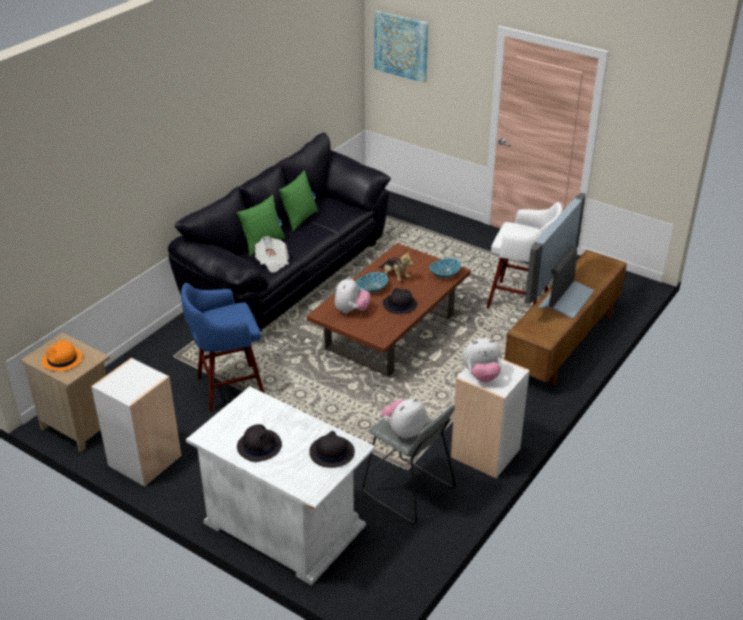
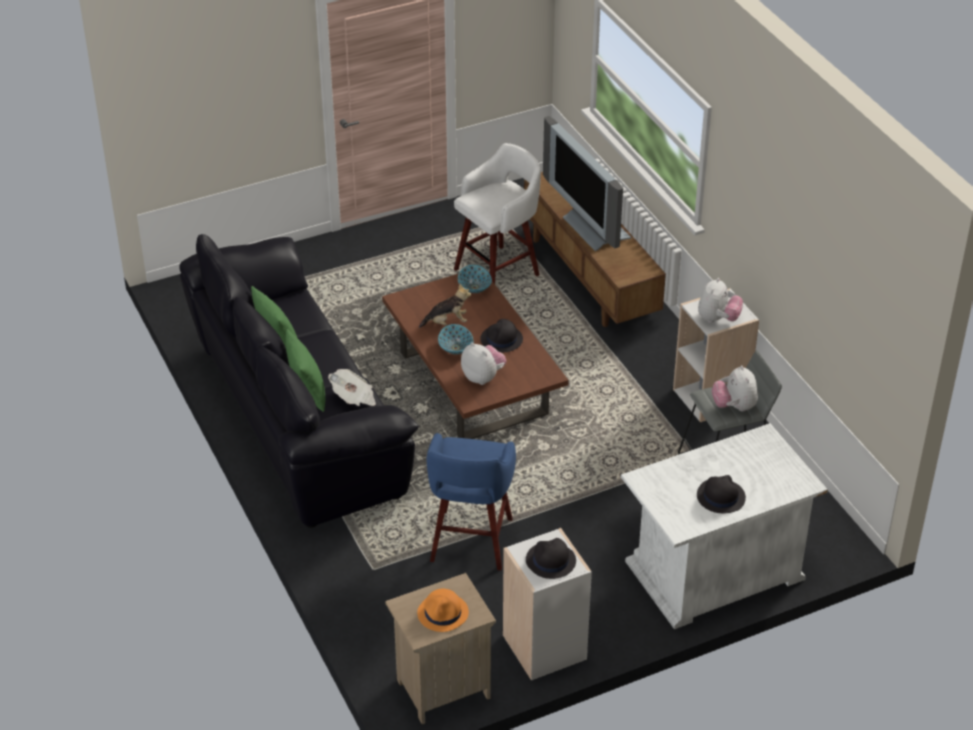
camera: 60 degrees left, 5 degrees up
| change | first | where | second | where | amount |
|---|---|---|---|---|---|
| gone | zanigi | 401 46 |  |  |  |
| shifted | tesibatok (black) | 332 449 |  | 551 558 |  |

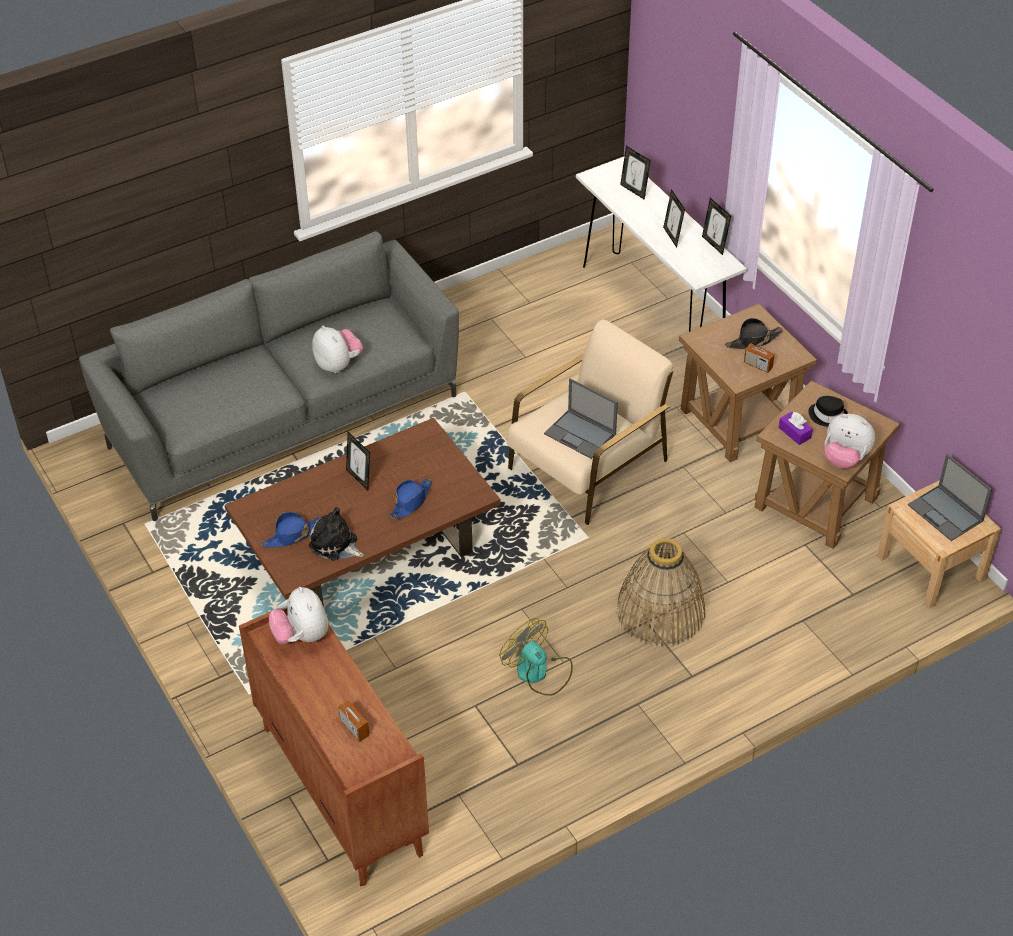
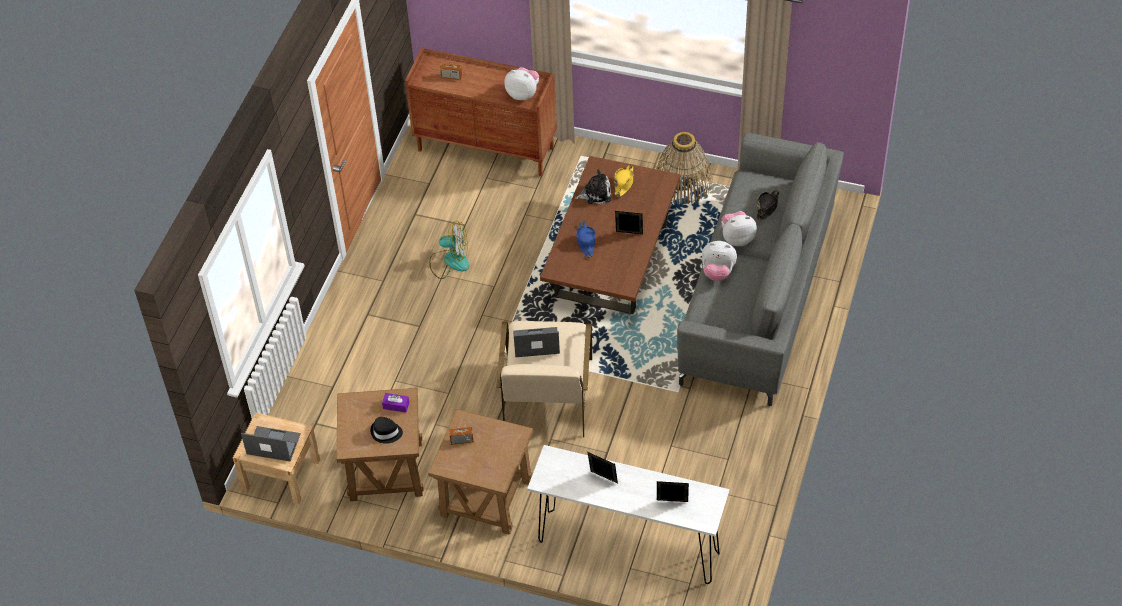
camera: 140 degrees right, 5 degrees up
| change | first | where | second | where | amount |
|---|---|---|---|---|---|
| gone | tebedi | 716 226 |  |  |  |
| shifted | tesibatok (black) | 754 333 |  | 767 205 |  |
| shifted | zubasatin | 850 441 |  | 739 228 |  |
| repainted | tesibatok (blue) | 291 529 | tesibatok (yellow) | 624 181 |  |
| shifted | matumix | 661 592 |  | 685 168 |  |

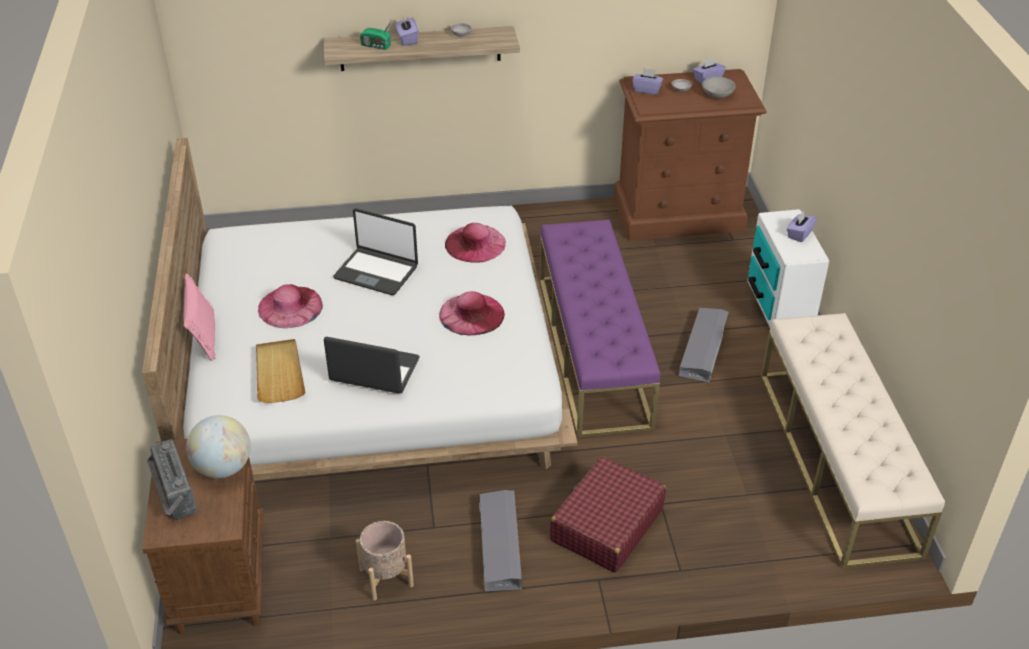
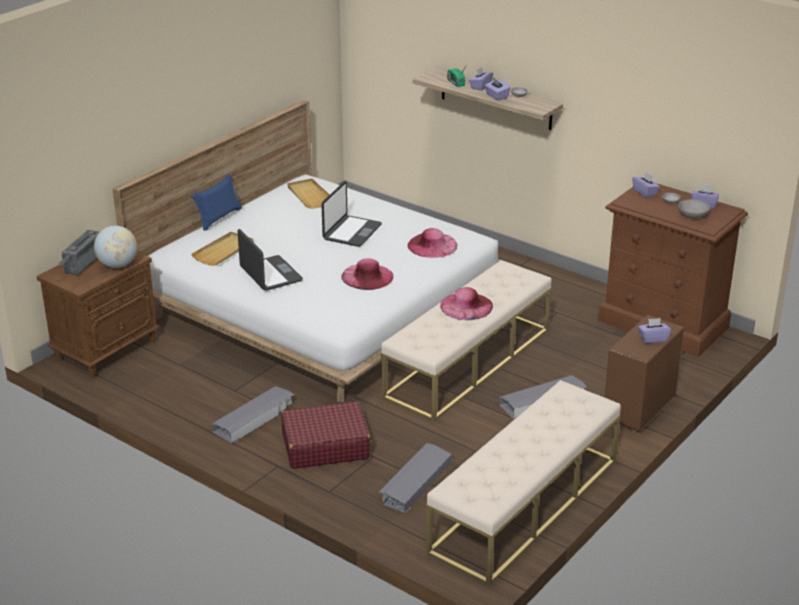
camera: 45 degrees right, 10 degrees down
| change | first | where | second | where | amount |
|---|---|---|---|---|---|
| rotated | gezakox | 375 251 |  | 351 214 | 135 degrees counterclockwise |
| repainted | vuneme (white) | 788 268 | vuneme (brown) | 644 373 |  |
| repainted | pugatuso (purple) | 600 329 | pugatuso (beige) | 466 341 |  |
| repainted | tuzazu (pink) | 199 317 | tuzazu (blue) | 216 202 |  |
| shifted | tesibatok (pink) | 290 306 |  | 466 303 |  |
| gone | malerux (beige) | 385 560 |  |  |  |
| new |  |  | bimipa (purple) | 497 89 |  |
| new |  |  | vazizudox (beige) | 309 194 |  |
| new |  |  | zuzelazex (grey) | 415 478 |  |

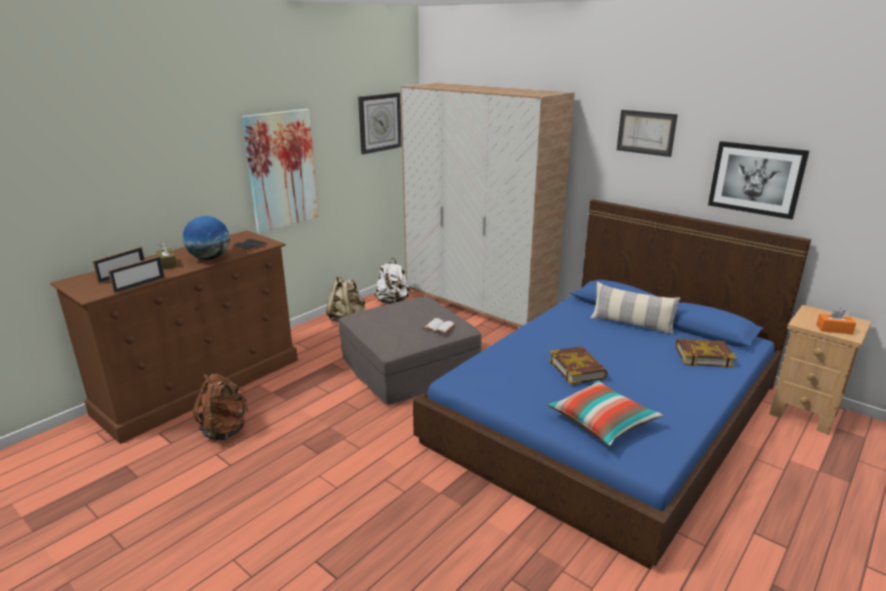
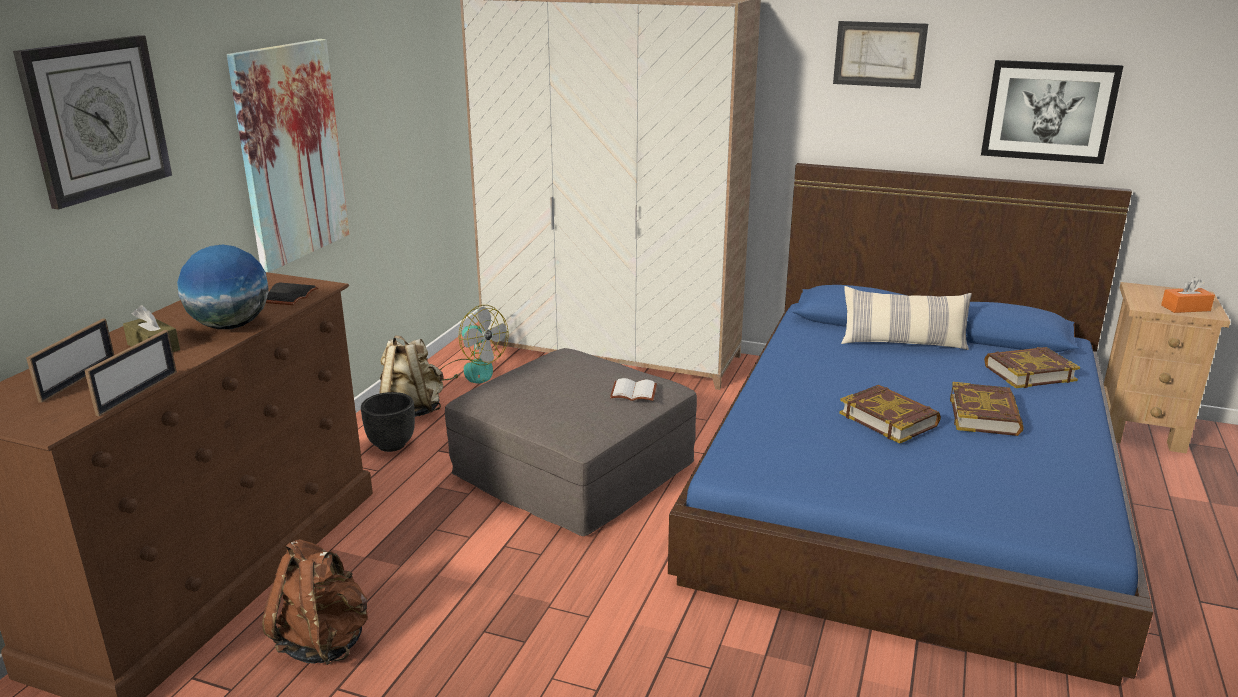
camera: 20 degrees left, 0 degrees up
| change | first | where | second | where | amount |
|---|---|---|---|---|---|
| shifted | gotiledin | 380 123 |  | 92 122 |  |
| swapped | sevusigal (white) | 392 281 | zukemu | 474 344 |  |
| gone | tuzazu | 605 413 |  |  |  |
| new |  |  | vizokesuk | 987 409 |  |
| new |  |  | malerux (black) | 388 422 |  |

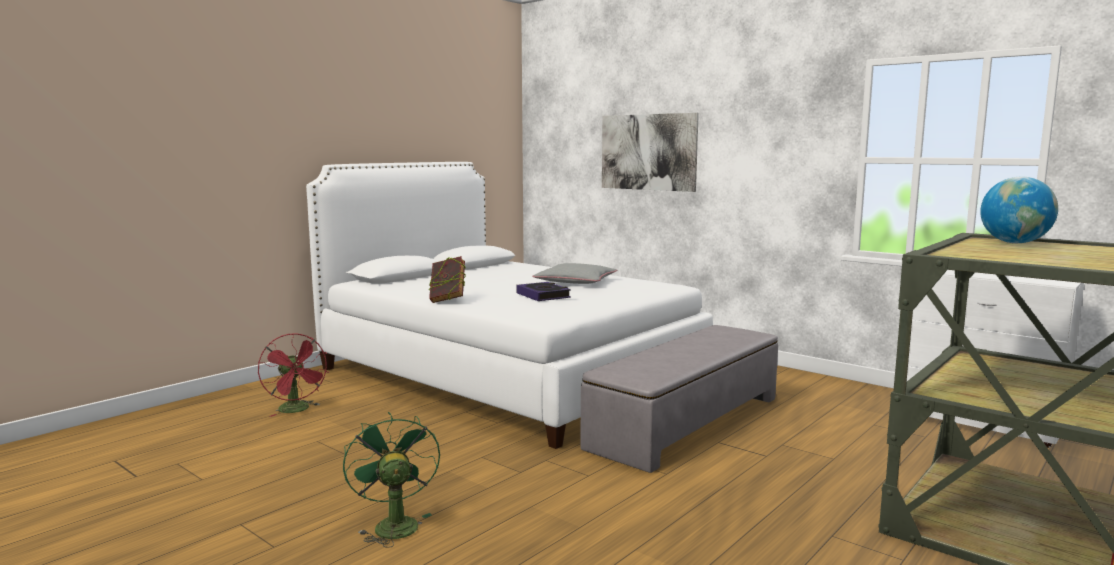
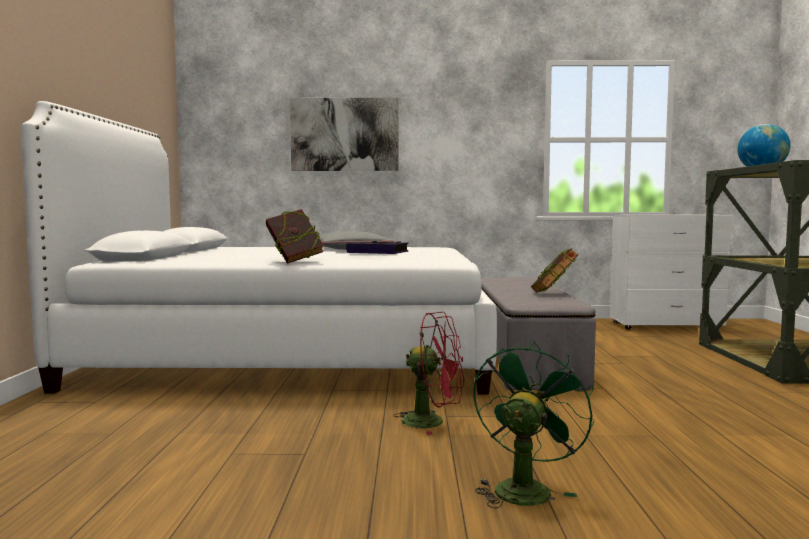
camera: 40 degrees left, 5 degrees down
| change | first | where | second | where | amount |
|---|---|---|---|---|---|
| shifted | zukemu (red) | 293 375 |  | 428 373 |  |
| rotated | zukemu (green) | 391 480 |  | 534 424 | 90 degrees clockwise |
| new |  |  | vizokesuk | 555 270 |  |

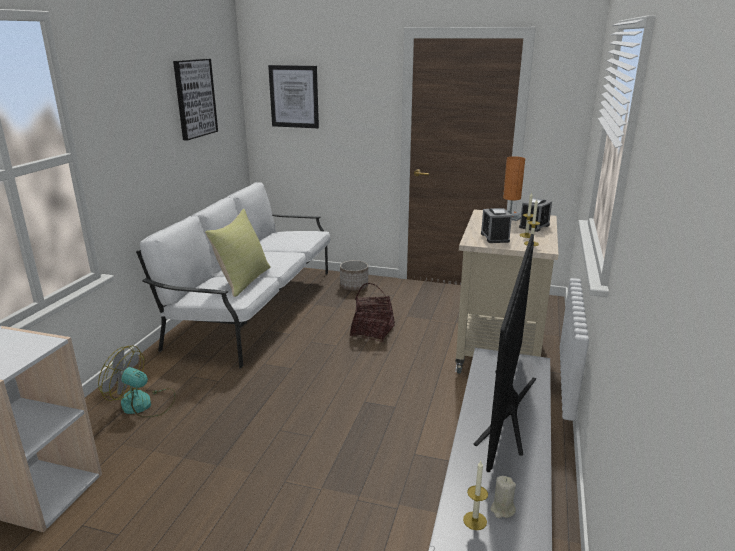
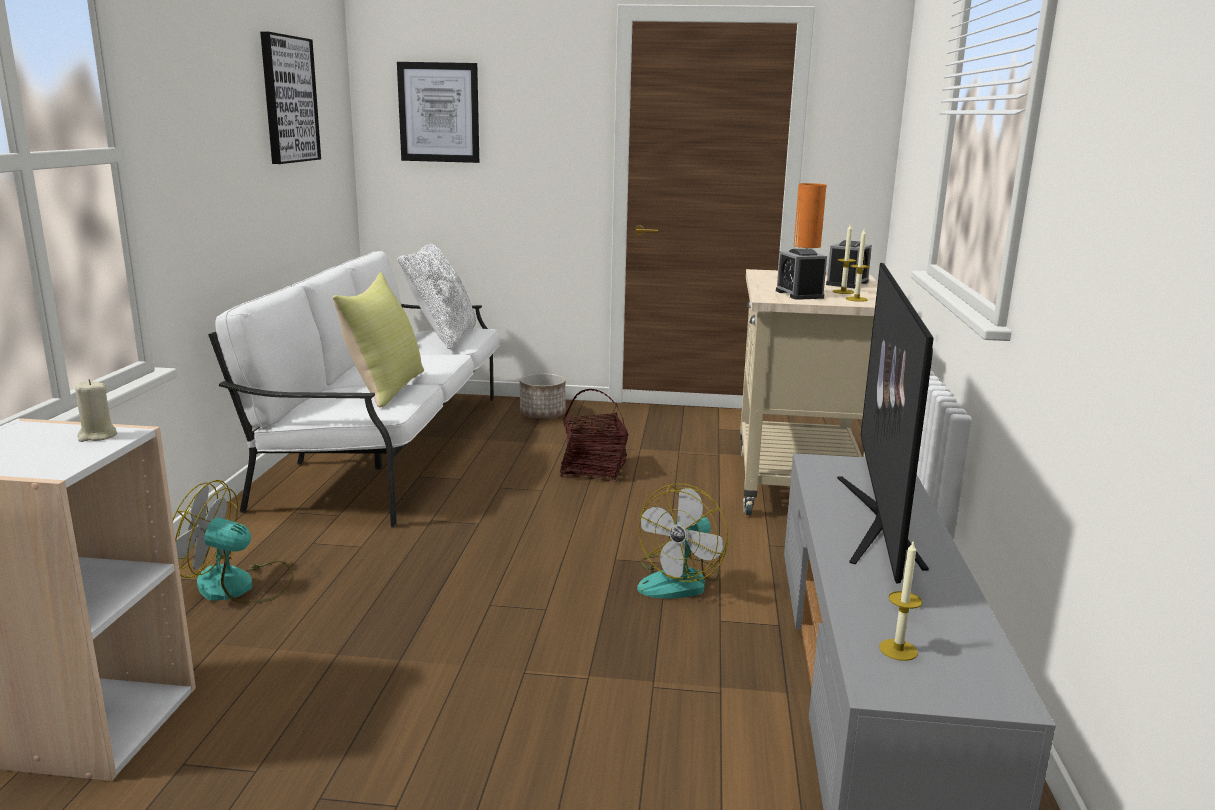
camera: 10 degrees left, 5 degrees down
| change | first | where | second | where | amount |
|---|---|---|---|---|---|
| shifted | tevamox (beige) | 503 497 |  | 96 410 |  |
| new |  |  | tuzazu (white) | 436 296 |  |
| new |  |  | zukemu | 682 541 |  |

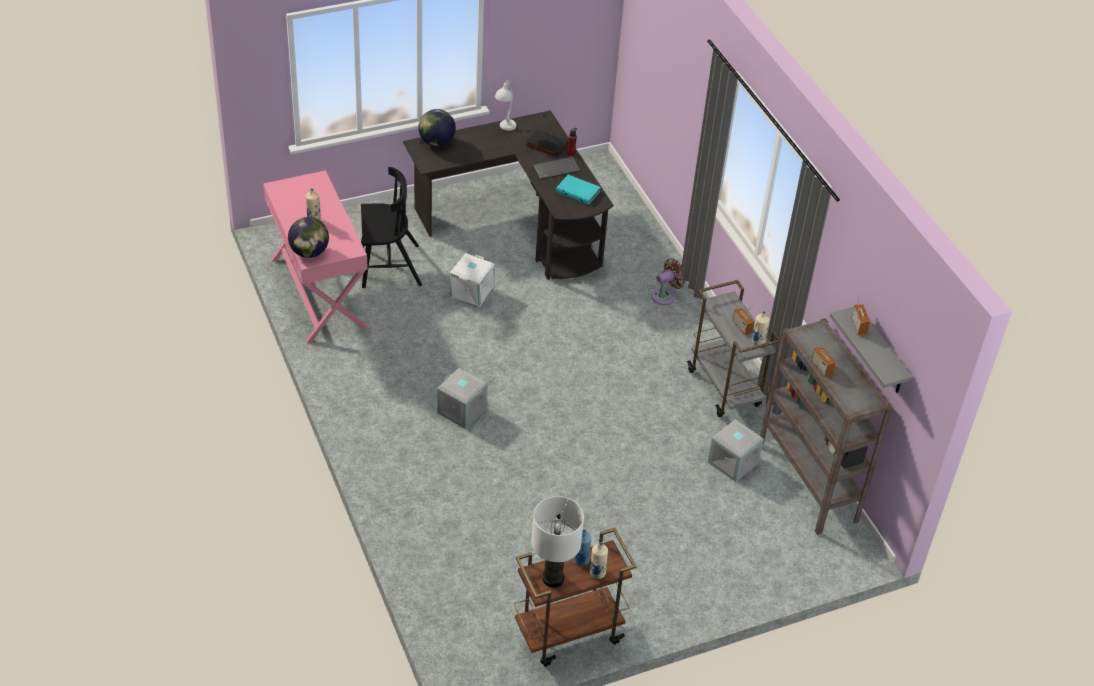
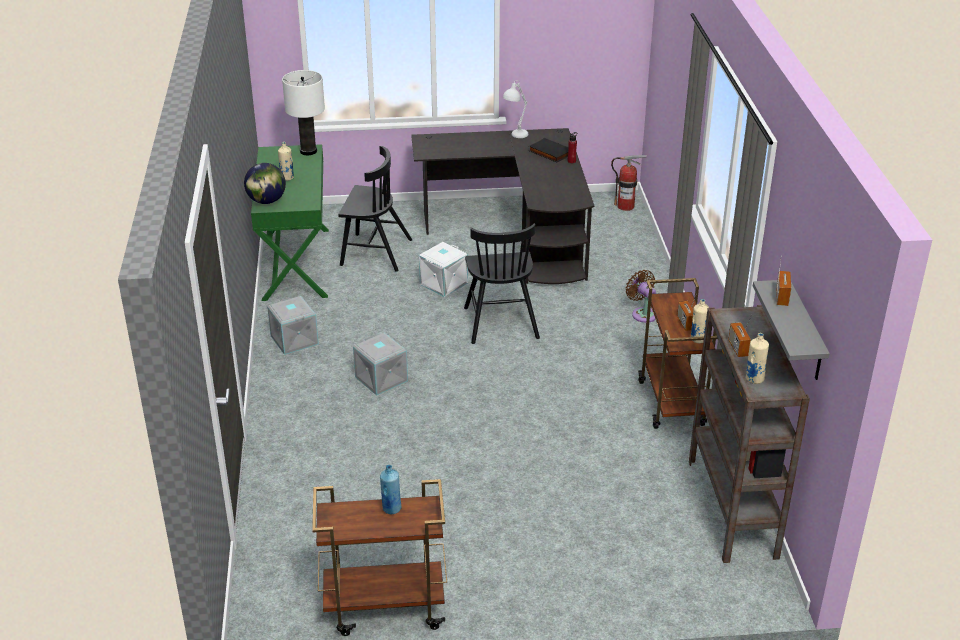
camera: 20 degrees right, 10 degrees down
| change | first | where | second | where | amount |
|---|---|---|---|---|---|
| gone | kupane | 437 128 |  |  |  |
| gone | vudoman | 556 168 |  |  |  |
| repainted | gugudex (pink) | 316 256 | gugudex (green) | 290 222 |  |
| gone | vizokesuk (turquoise) | 578 190 |  |  |  |
| rotated | zukemu (brown) | 668 281 |  | 640 296 | 105 degrees counterclockwise |
| repainted | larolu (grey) | 734 348 | larolu (brown) | 678 353 |  |
| shifted | zuzelazex (grey) | 736 450 |  | 293 325 |  |
| shifted | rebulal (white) | 557 542 |  | 303 112 |  |
| shifted | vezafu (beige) | 599 560 |  | 757 358 |  |
| new |  |  | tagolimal | 629 183 |  |
| new |  |  | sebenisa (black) | 502 283 |  |

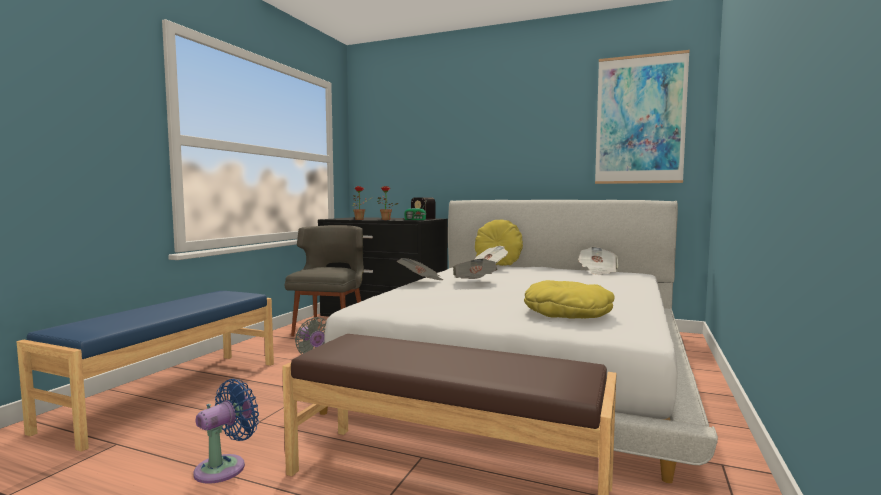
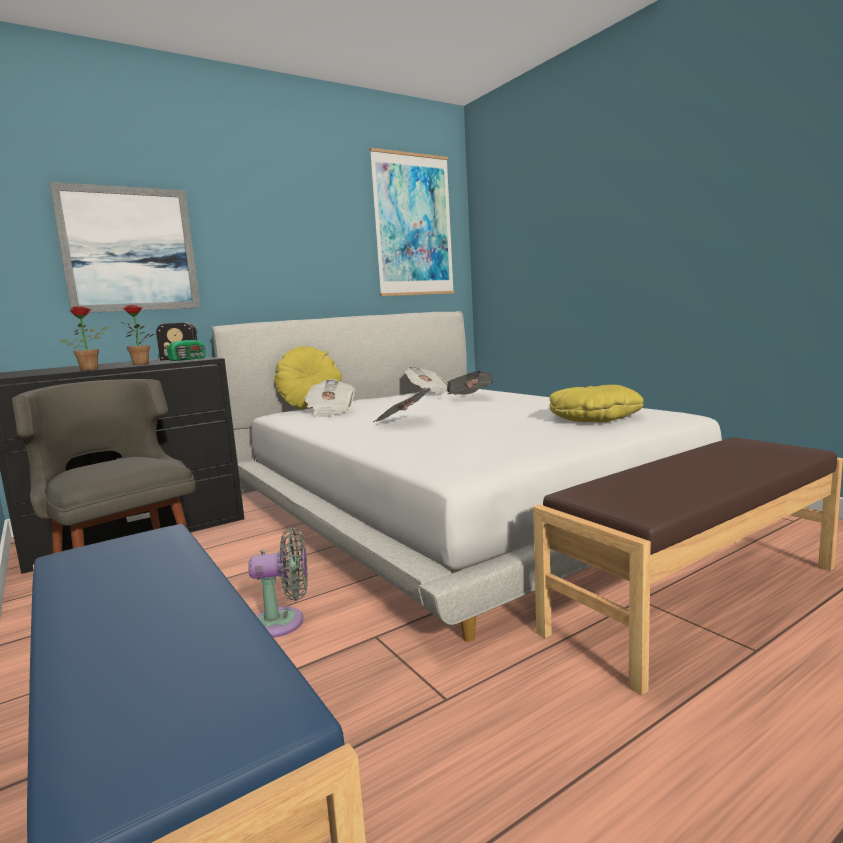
camera: 55 degrees left, 5 degrees up
| change | first | where | second | where | amount |
|---|---|---|---|---|---|
| shifted | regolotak | 420 269 |  | 470 383 |  |
| gone | zukemu (blue) | 226 431 |  |  |  |
| new |  |  | zanigi | 124 247 |  |

